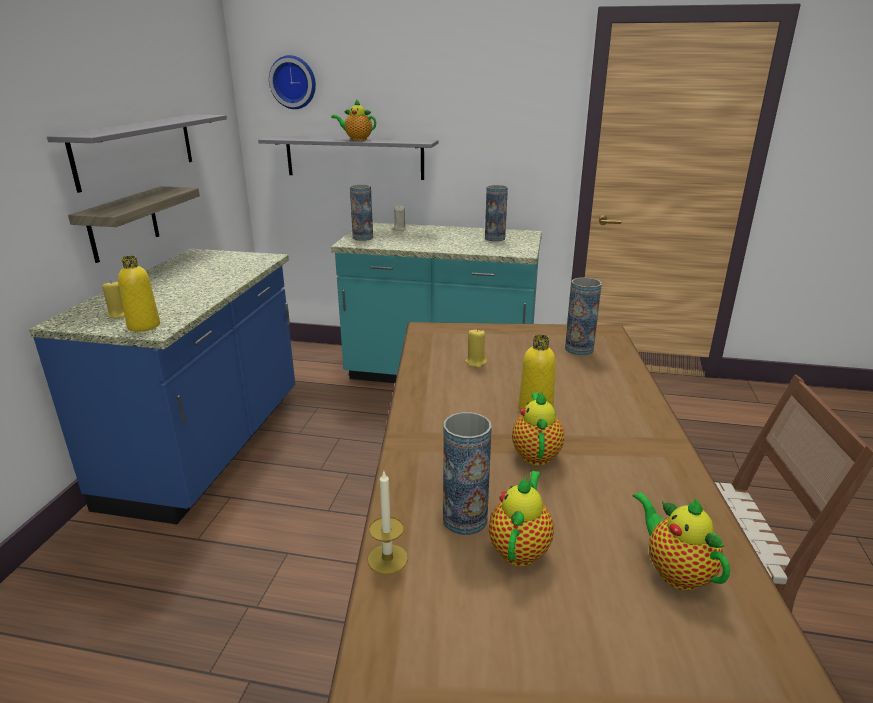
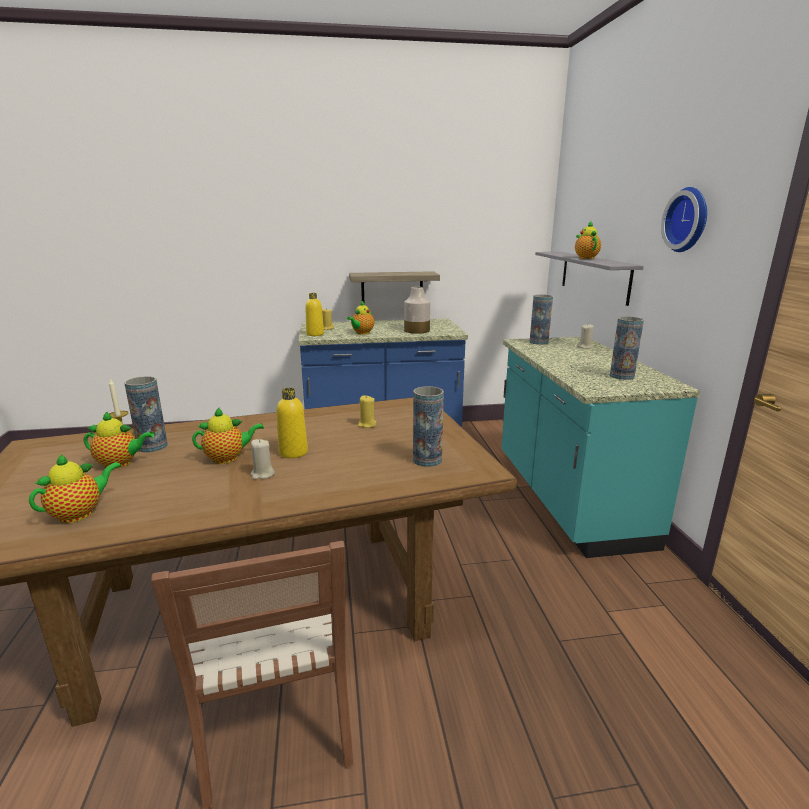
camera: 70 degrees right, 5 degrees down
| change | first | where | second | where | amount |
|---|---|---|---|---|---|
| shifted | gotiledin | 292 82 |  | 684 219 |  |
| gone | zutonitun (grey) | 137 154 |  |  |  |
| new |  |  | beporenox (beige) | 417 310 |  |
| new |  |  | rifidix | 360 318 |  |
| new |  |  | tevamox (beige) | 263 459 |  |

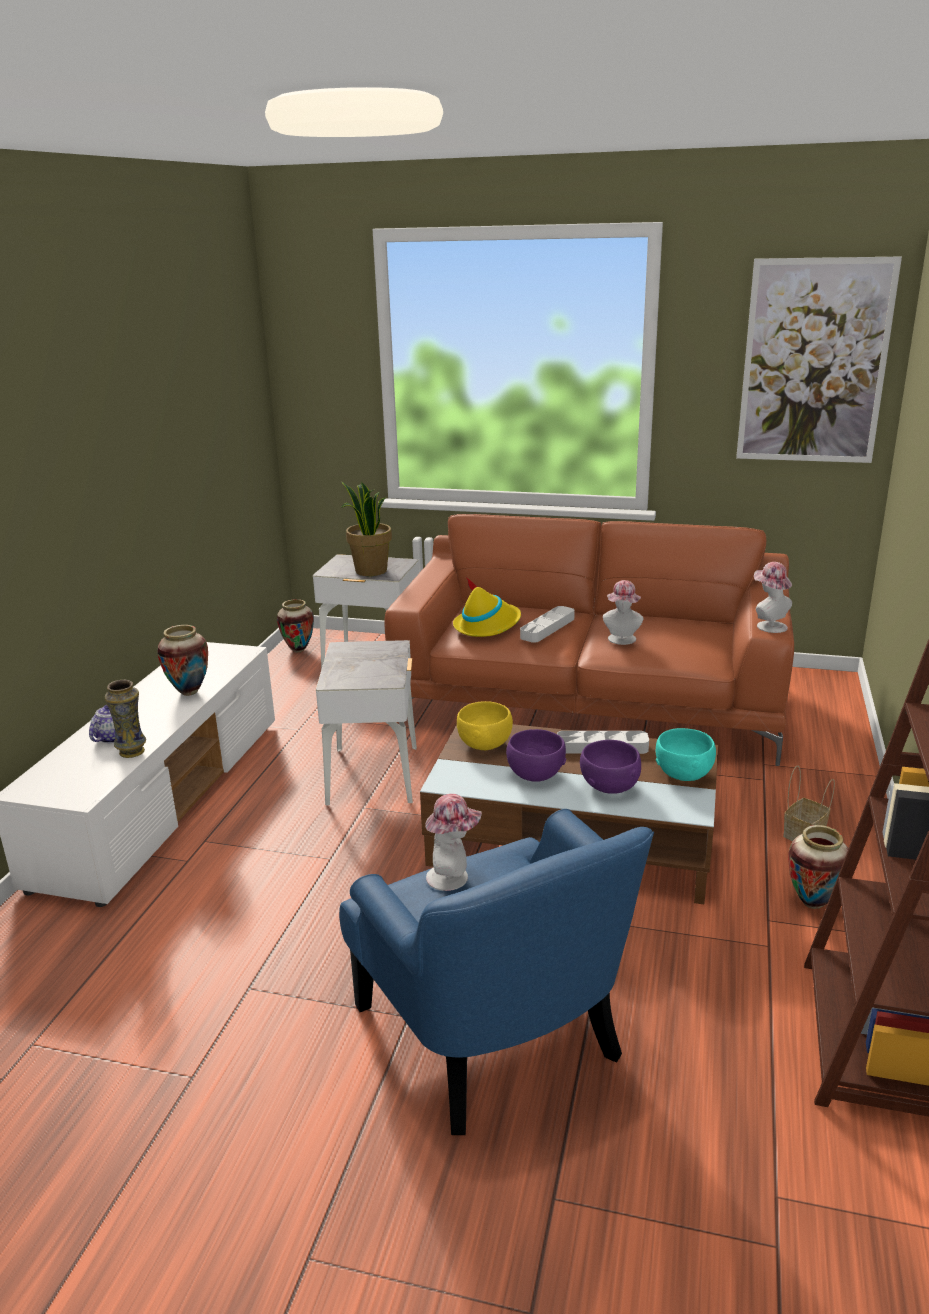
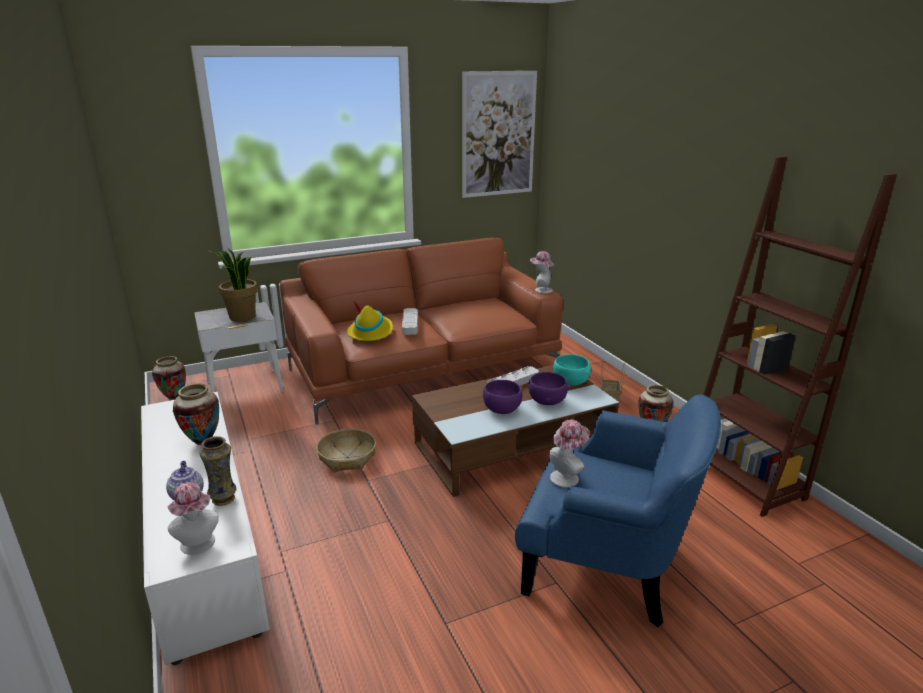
camera: 40 degrees left, 0 degrees up
| change | first | where | second | where | amount |
|---|---|---|---|---|---|
| shifted | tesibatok | 623 612 |  | 193 518 |  |
| swapped | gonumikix | 366 722 | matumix | 346 450 |  |
| gone | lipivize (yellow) | 485 725 |  |  |  |

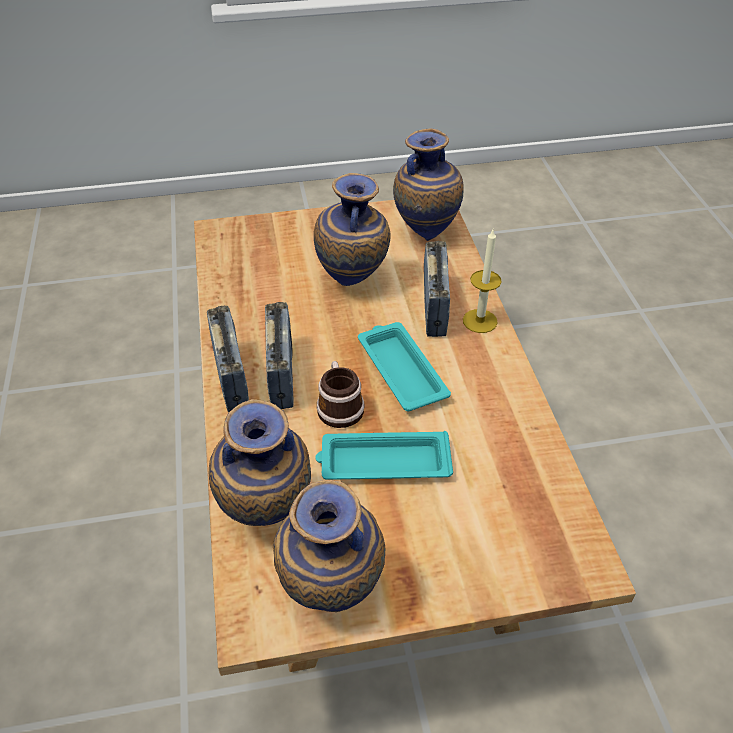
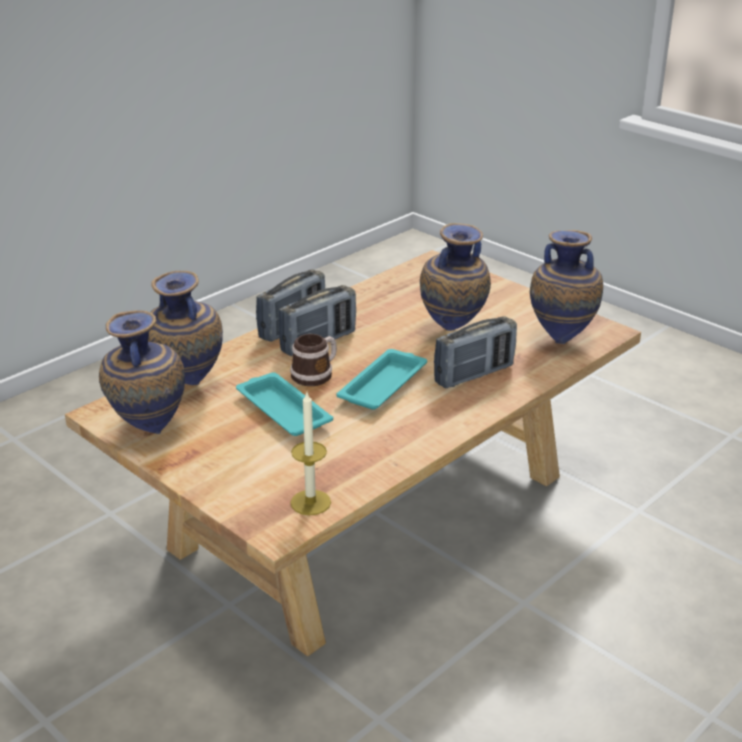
camera: 55 degrees right, 15 degrees down
| change | first | where | second | where | amount |
|---|---|---|---|---|---|
| shifted | tevamox | 482 281 |  | 310 453 |  |

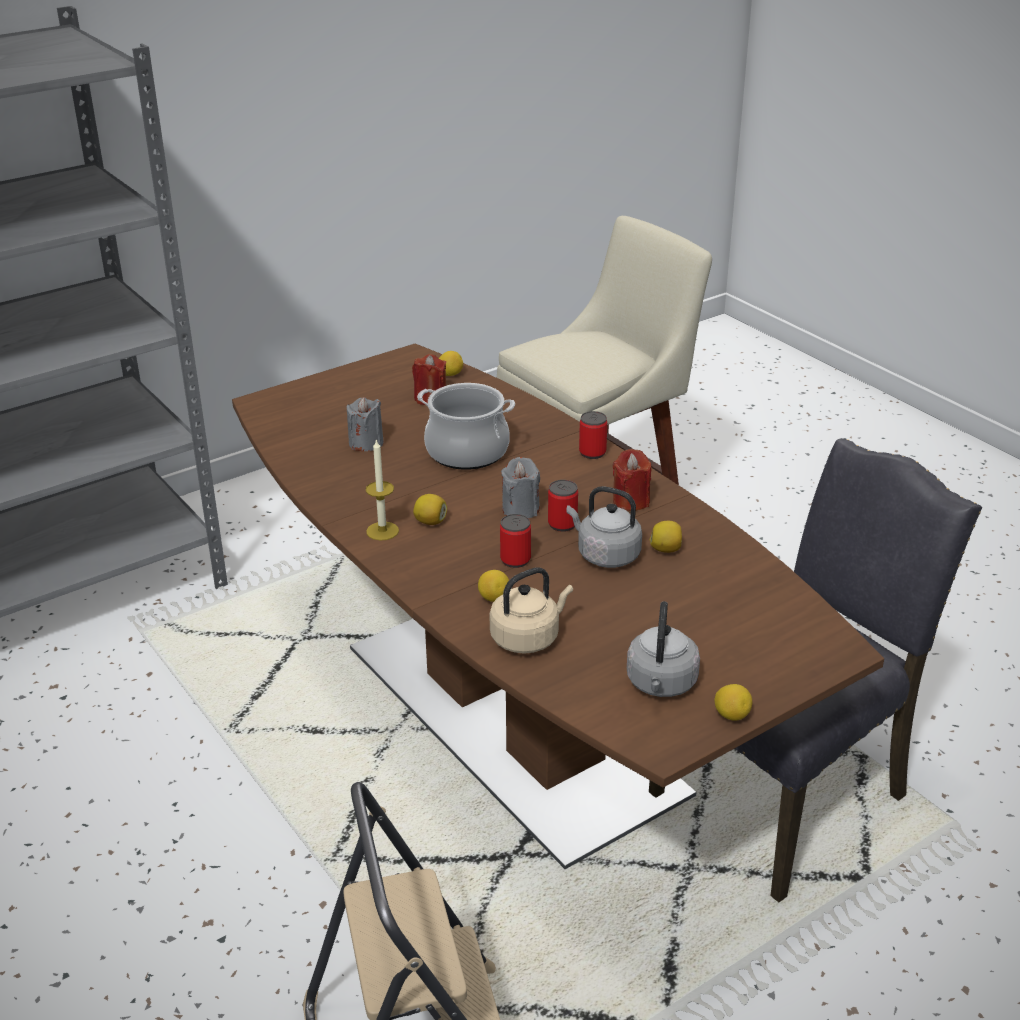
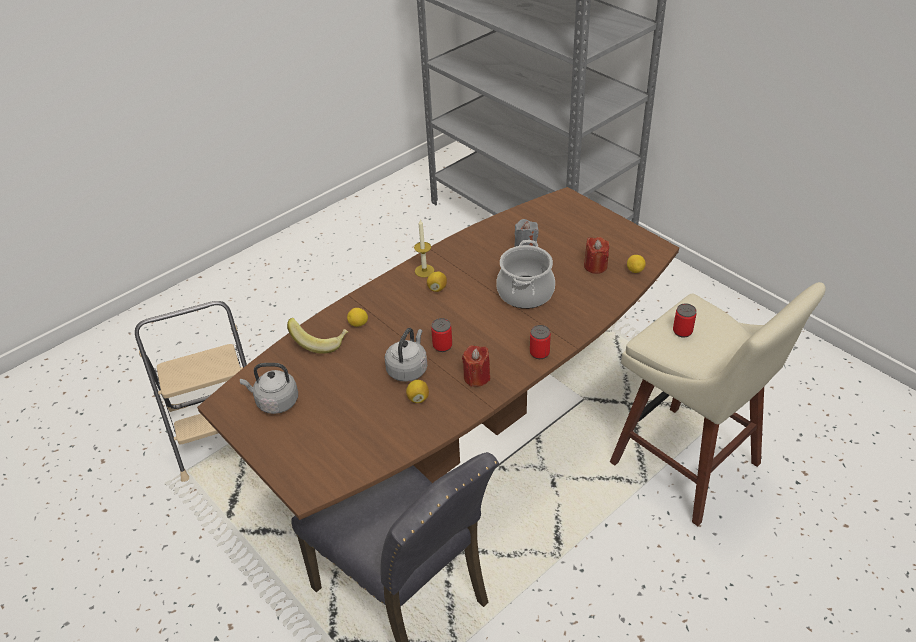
camera: 85 degrees right, 10 degrees up
| change | first | where | second | where | amount |
|---|---|---|---|---|---|
| gone | tevamox (grey) | 520 487 |  |  |  |
| shifted | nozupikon | 515 541 |  | 685 320 |  |
| swapped | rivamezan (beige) | 531 610 | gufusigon | 317 336 |  |
| gone | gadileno | 733 702 |  |  |  |

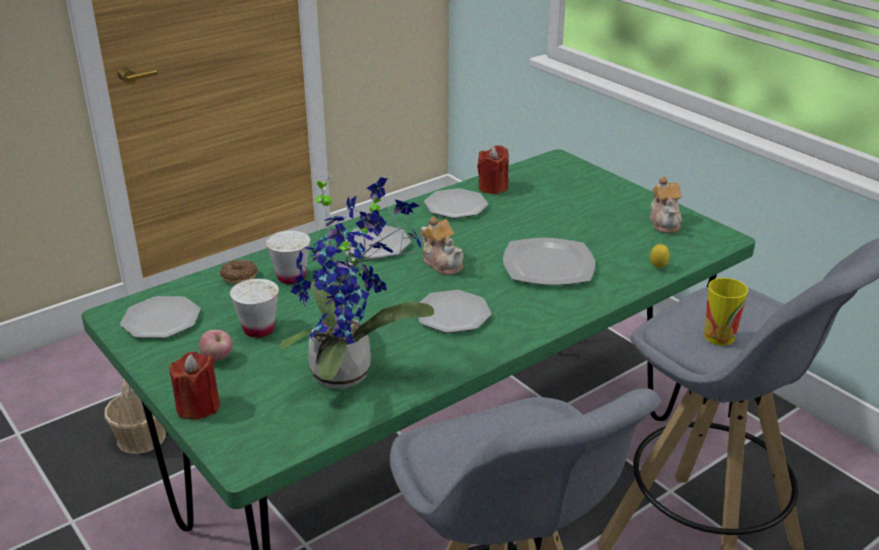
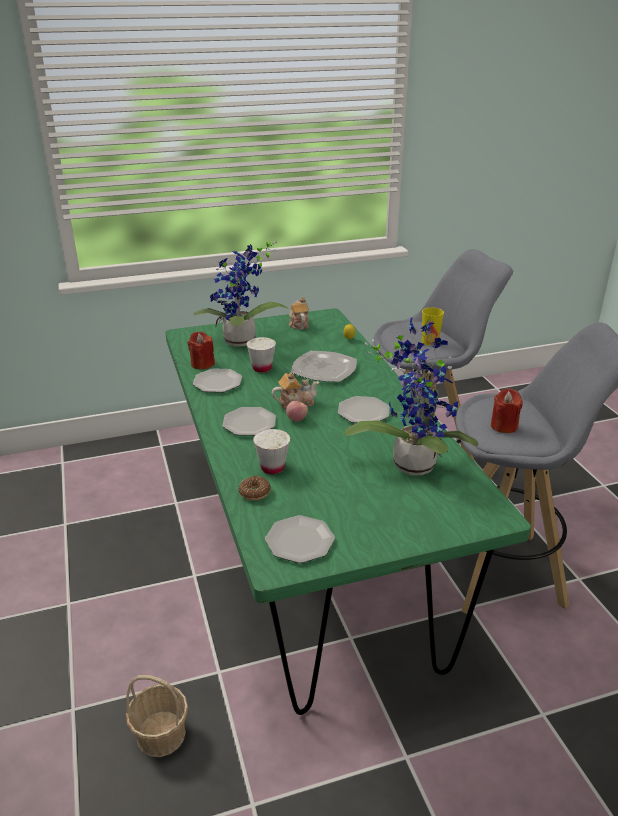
camera: 70 degrees left, 0 degrees up
| change | first | where | second | where | amount |
|---|---|---|---|---|---|
| rotated | rifidix | 666 204 |  | 299 313 | 120 degrees counterclockwise |
| shifted | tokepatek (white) | 254 308 |  | 261 355 |  |
| shifted | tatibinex | 216 345 |  | 297 411 |  |
| shifted | tevamox (red) | 194 386 |  | 507 410 |  |
| new |  |  | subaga | 241 293 |  |

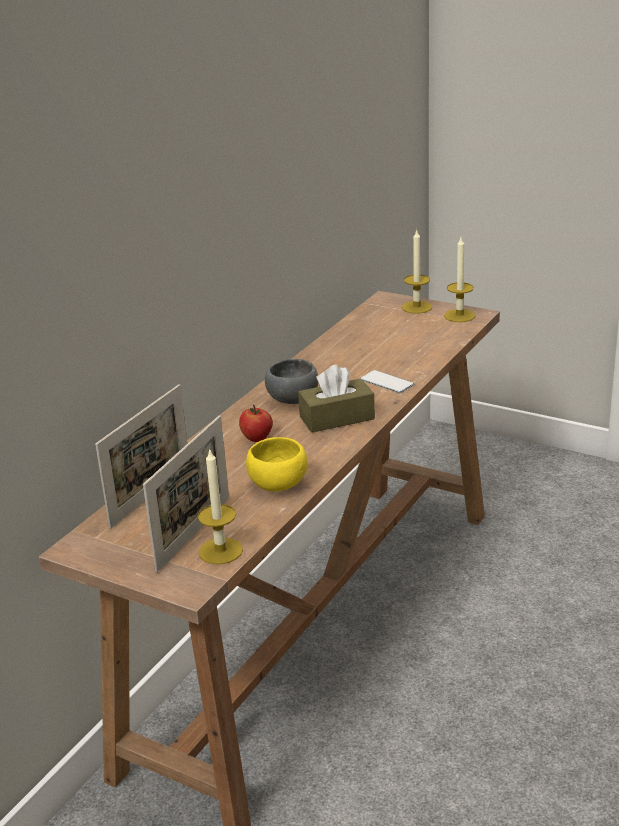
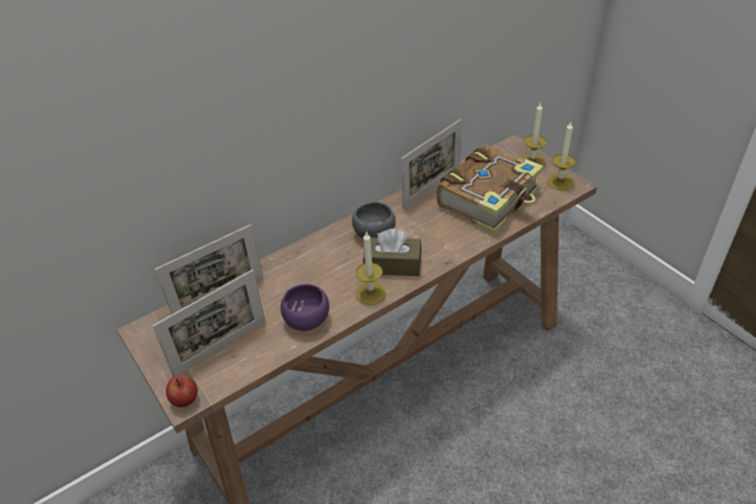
camera: 25 degrees right, 15 degrees up
| change | first | where | second | where | amount |
|---|---|---|---|---|---|
| gone | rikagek | 387 381 |  |  |  |
| shifted | tatibinex | 256 423 |  | 182 391 |  |
| repainted | lipivize (yellow) | 276 464 | lipivize (purple) | 305 307 |  |
| shifted | tevamox | 220 506 |  | 370 268 |  |
| new |  |  | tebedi | 431 164 |  |
| new |  |  | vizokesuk | 490 190 |  |

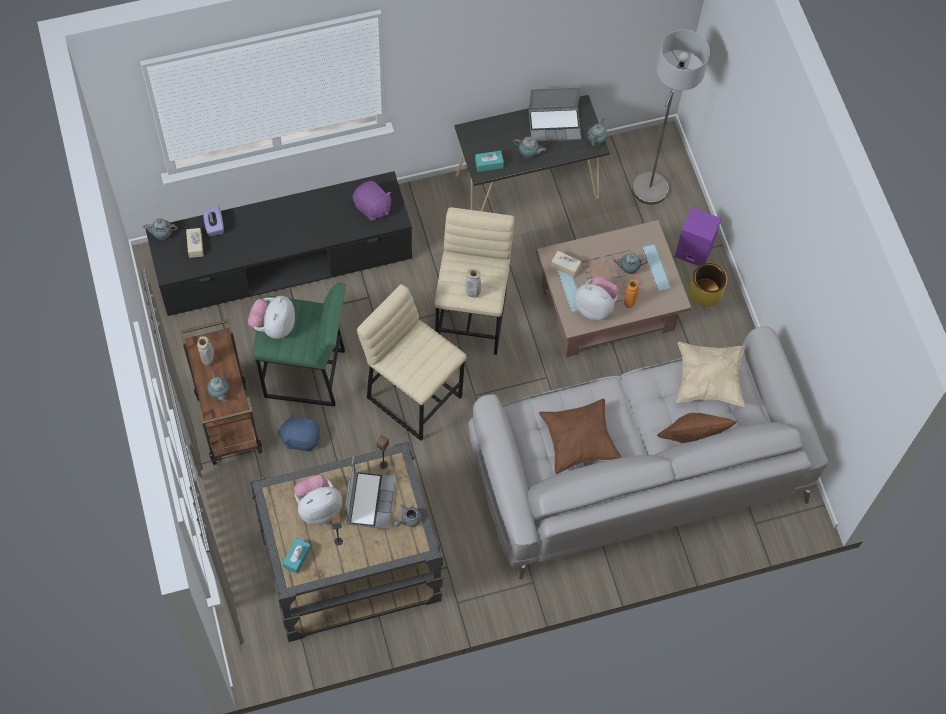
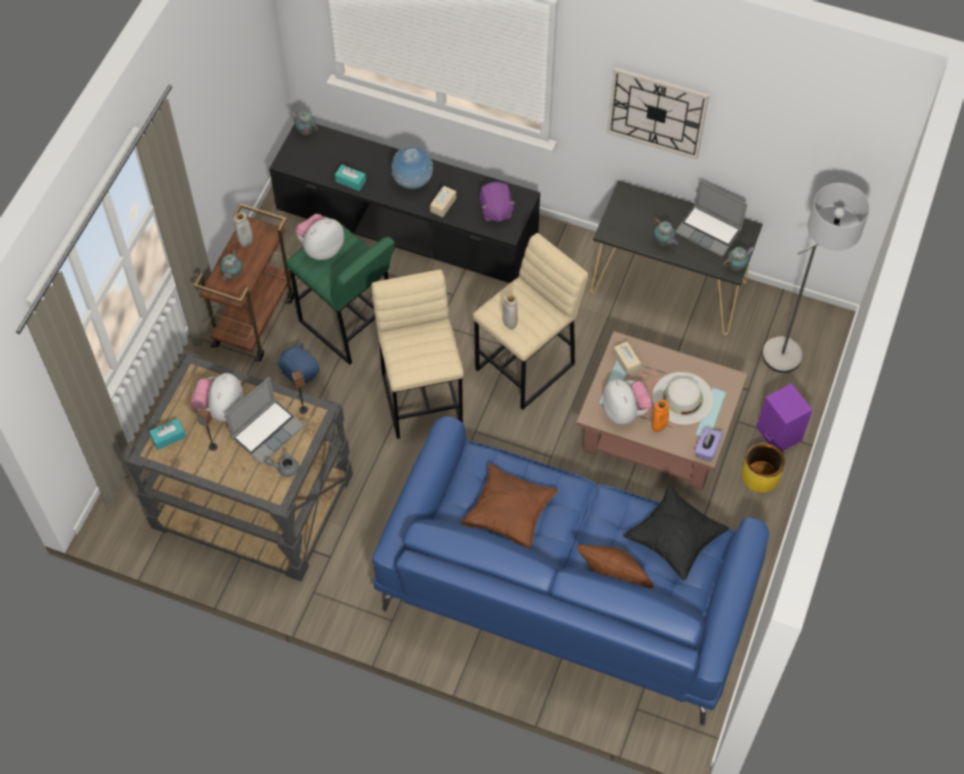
camera: 40 degrees right, 5 degrees down
| change | first | where | second | where | amount |
|---|---|---|---|---|---|
| shifted | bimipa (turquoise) | 489 161 |  | 350 177 |  |
| shifted | bimipa (purple) | 213 221 |  | 709 445 |  |
| shifted | bimipa (beige) | 195 243 |  | 443 201 |  |
| swapped | rifidix | 630 263 | tesibatok (white) | 682 398 |  |
| repainted | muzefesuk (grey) | 648 453 | muzefesuk (blue) | 570 570 |  |
| repainted | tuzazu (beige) | 711 374 | tuzazu (black) | 676 533 |  |
| rotated | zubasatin | 318 500 |  | 217 397 | 90 degrees counterclockwise |
| new |  |  | gotiledin | 658 113 |  |
| new |  |  | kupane | 412 168 |  |

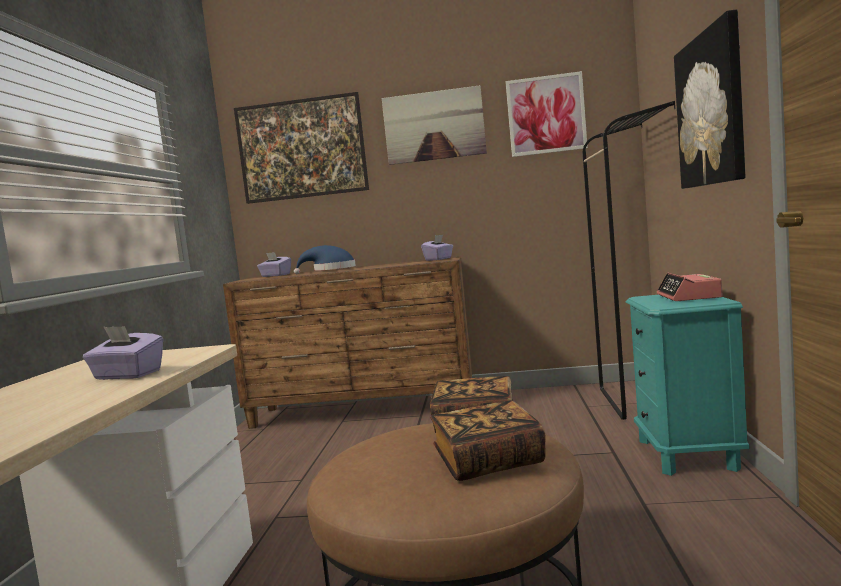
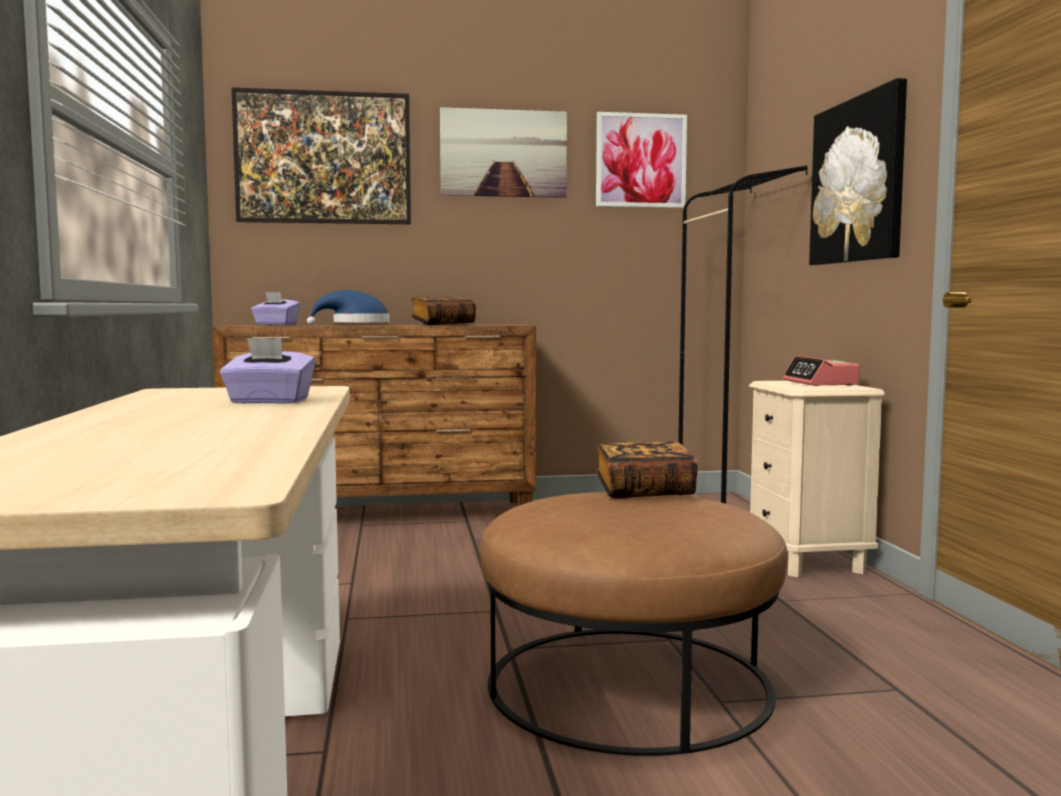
camera: 15 degrees left, 0 degrees up
| change | first | where | second | where | amount |
|---|---|---|---|---|---|
| gone | bimipa (purple) | 437 248 |  |  |  |
| repainted | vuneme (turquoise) | 688 385 | vuneme (beige) | 817 479 |  |
| shifted | vizokesuk | 488 440 |  | 443 311 |  |

